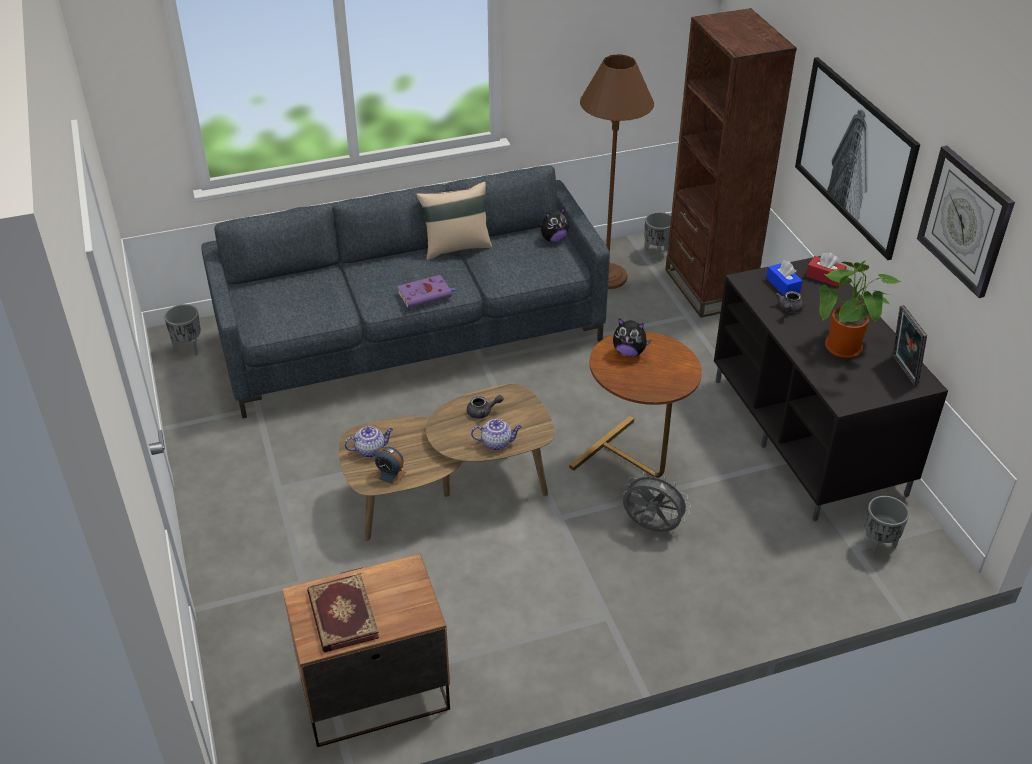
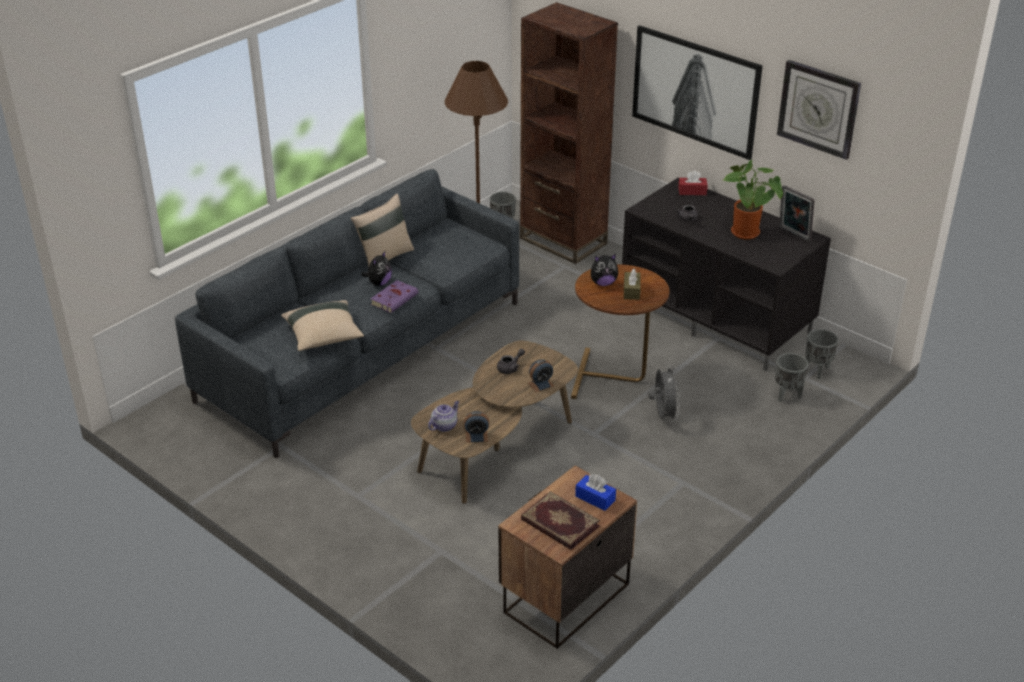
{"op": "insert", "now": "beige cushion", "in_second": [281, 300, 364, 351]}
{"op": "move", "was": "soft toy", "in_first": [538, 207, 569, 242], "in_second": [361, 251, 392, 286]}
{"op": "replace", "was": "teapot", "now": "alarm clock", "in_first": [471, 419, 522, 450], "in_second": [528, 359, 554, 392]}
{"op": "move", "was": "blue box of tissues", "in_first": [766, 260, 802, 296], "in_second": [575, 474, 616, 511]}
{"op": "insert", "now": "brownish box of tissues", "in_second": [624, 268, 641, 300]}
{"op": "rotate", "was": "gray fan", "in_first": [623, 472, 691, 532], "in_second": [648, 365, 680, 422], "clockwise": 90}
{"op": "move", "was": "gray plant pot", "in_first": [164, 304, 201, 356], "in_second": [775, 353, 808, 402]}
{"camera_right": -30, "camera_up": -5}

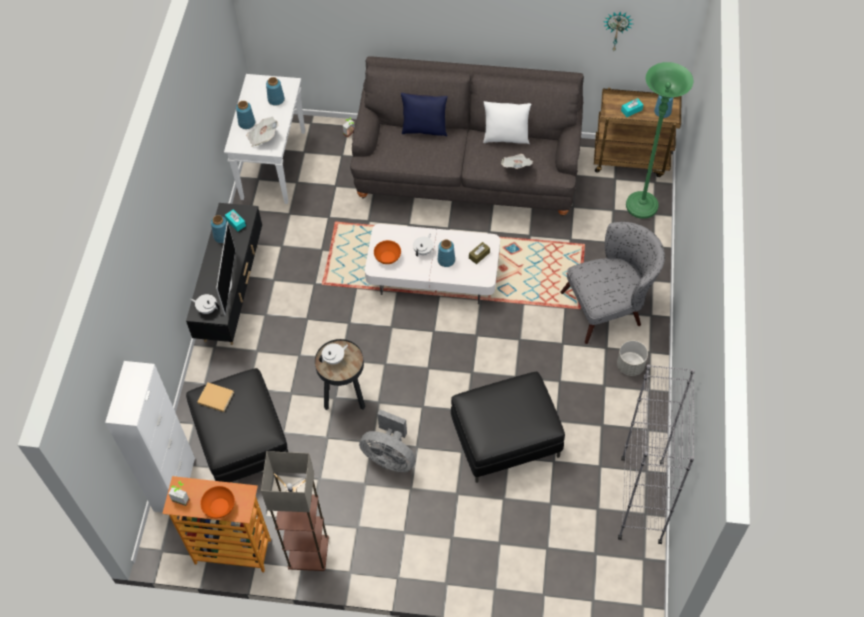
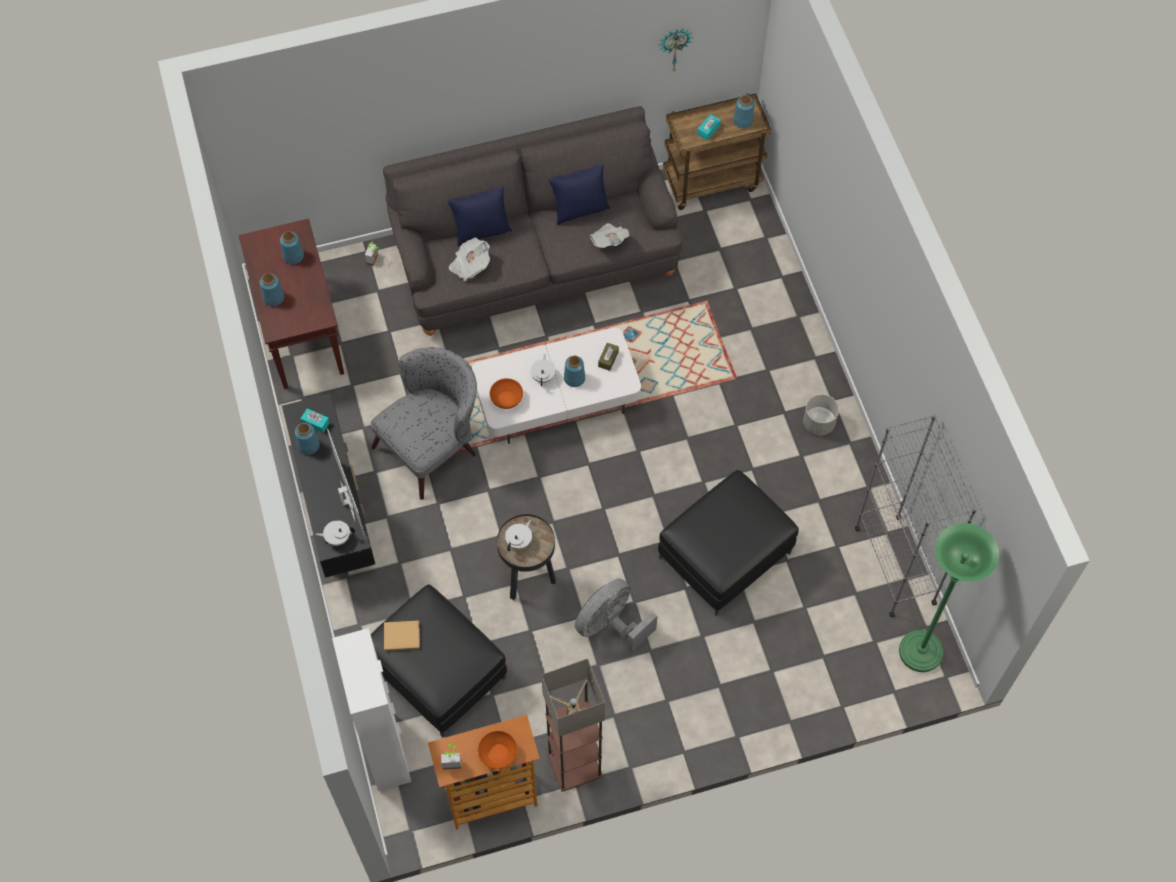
{"op": "recolor", "was": "white hall table", "now": "brownish hall table", "in_first": [224, 74, 305, 204], "in_second": [239, 219, 344, 389]}
{"op": "move", "was": "gray armchair", "in_first": [560, 222, 665, 344], "in_second": [370, 347, 477, 500]}
{"op": "move", "was": "daily paper", "in_first": [246, 117, 278, 147], "in_second": [449, 238, 490, 281]}
{"op": "recolor", "was": "white cushion", "now": "blue cushion", "in_first": [483, 101, 531, 144], "in_second": [548, 163, 610, 225]}
{"op": "rotate", "was": "gray fan", "in_first": [359, 410, 415, 472], "in_second": [575, 578, 657, 652], "clockwise": 135}
{"op": "move", "was": "greenish standard lamp", "in_first": [626, 62, 693, 219], "in_second": [899, 523, 999, 672]}
{"camera_right": -25, "camera_up": 5}

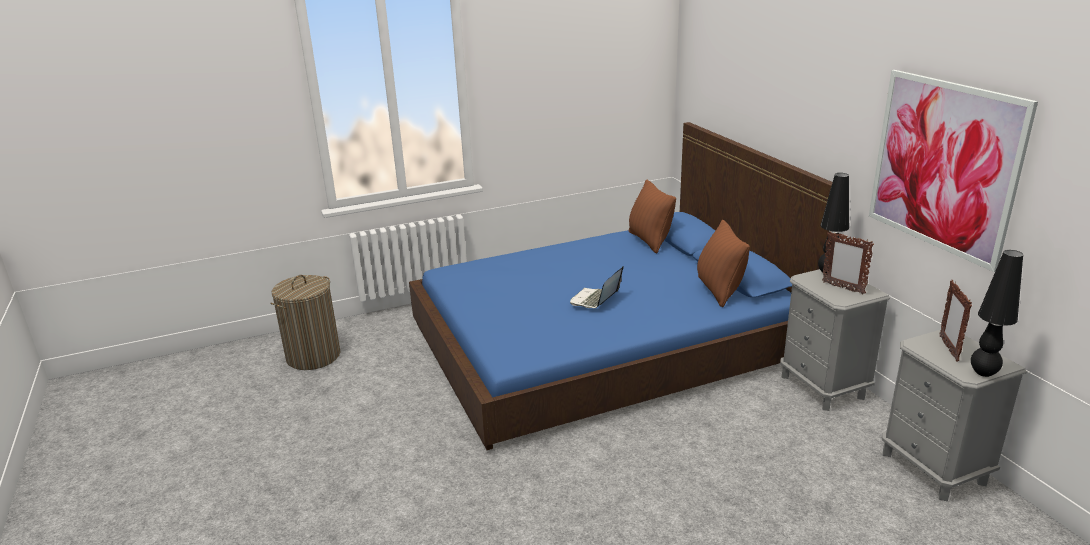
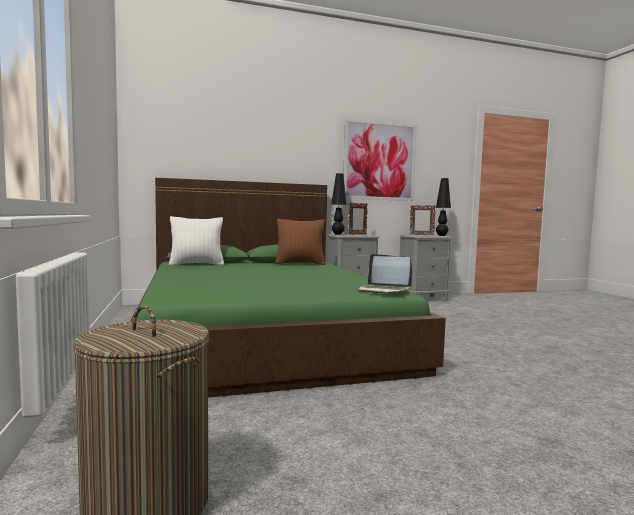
{"op": "recolor", "was": "blue bedroom bed", "now": "greenish bedroom bed", "in_first": [409, 122, 833, 450], "in_second": [131, 178, 446, 398]}
{"op": "recolor", "was": "brownish cushion", "now": "white cushion", "in_first": [628, 179, 676, 253], "in_second": [169, 216, 224, 265]}
{"op": "move", "was": "notebook computer", "in_first": [570, 266, 624, 308], "in_second": [357, 254, 412, 294]}
{"camera_right": -85, "camera_up": -20}

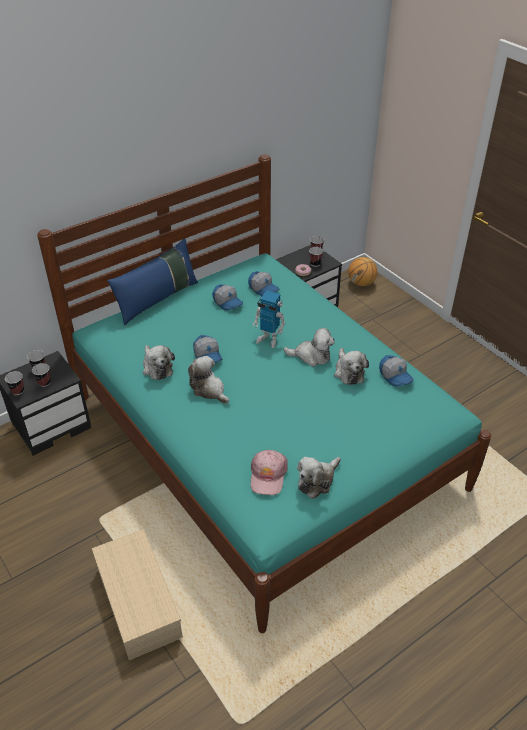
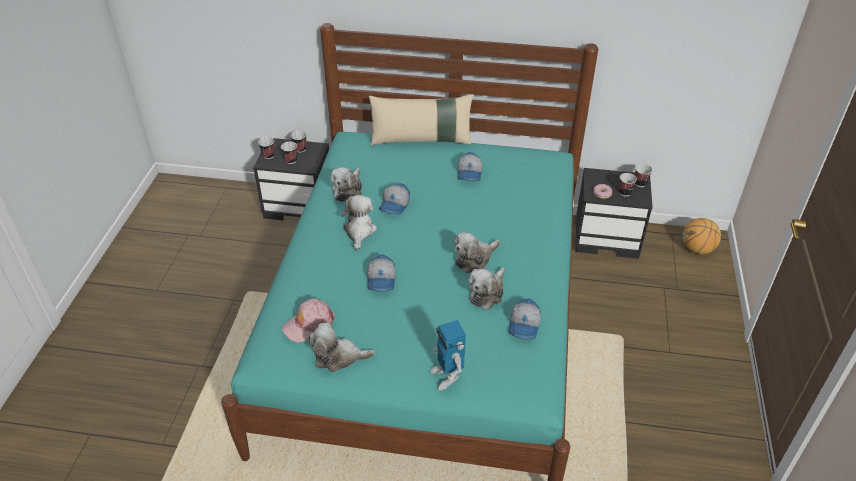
{"op": "move", "was": "cap", "in_first": [248, 271, 279, 296], "in_second": [367, 254, 396, 292]}
{"op": "recolor", "was": "blue cushion", "now": "beige cushion", "in_first": [107, 238, 198, 325], "in_second": [369, 94, 473, 146]}
{"op": "move", "was": "robot figure", "in_first": [253, 290, 286, 348], "in_second": [429, 320, 466, 390]}
{"op": "rotate", "was": "soft toy", "in_first": [283, 328, 335, 367], "in_second": [455, 232, 500, 273], "clockwise": 90}
{"op": "delete", "was": "beige storage container", "in_first": [92, 529, 183, 660]}
{"camera_right": 45, "camera_up": 0}

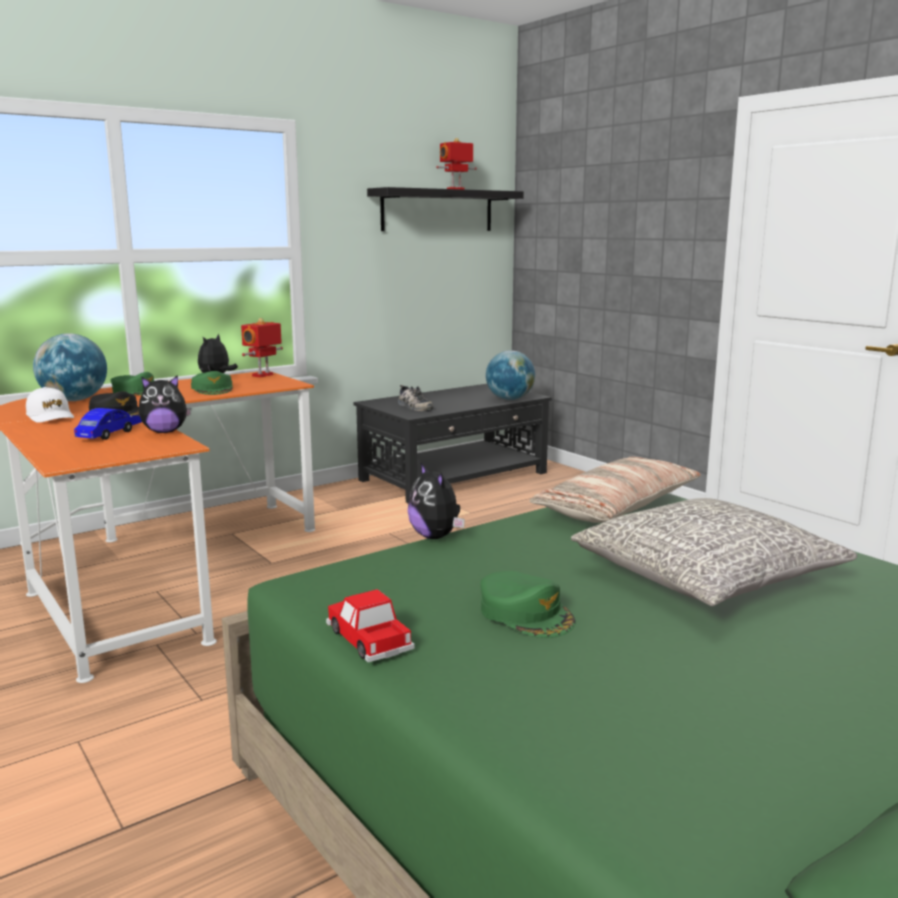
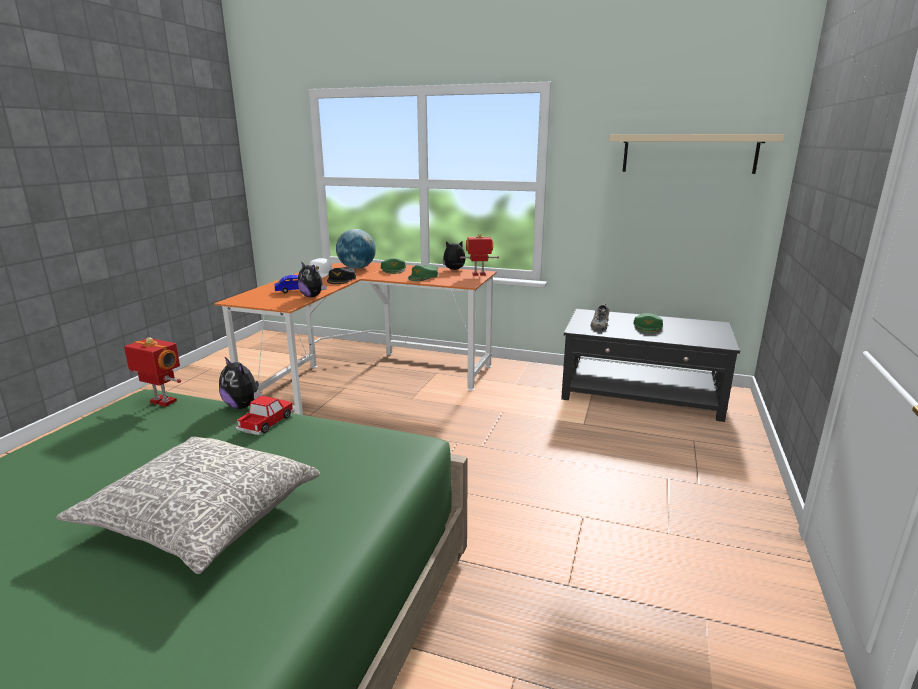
{"op": "move", "was": "robot figure", "in_first": [436, 138, 477, 189], "in_second": [124, 337, 181, 407]}
{"op": "rotate", "was": "soft toy", "in_first": [408, 463, 465, 539], "in_second": [219, 357, 262, 409], "clockwise": -75}
{"op": "move", "was": "toy car", "in_first": [326, 589, 415, 662], "in_second": [236, 396, 294, 435]}
{"op": "recolor", "was": "black-coloured wall shelf", "now": "beige wall shelf", "in_first": [367, 187, 524, 231], "in_second": [609, 134, 785, 174]}
{"op": "move", "was": "greenish cap", "in_first": [480, 571, 576, 638], "in_second": [633, 313, 663, 333]}
{"op": "delete", "was": "desk globe", "in_first": [486, 350, 535, 400]}
{"op": "delete", "was": "cushion", "in_first": [530, 457, 701, 523]}
{"camera_right": 55, "camera_up": 5}

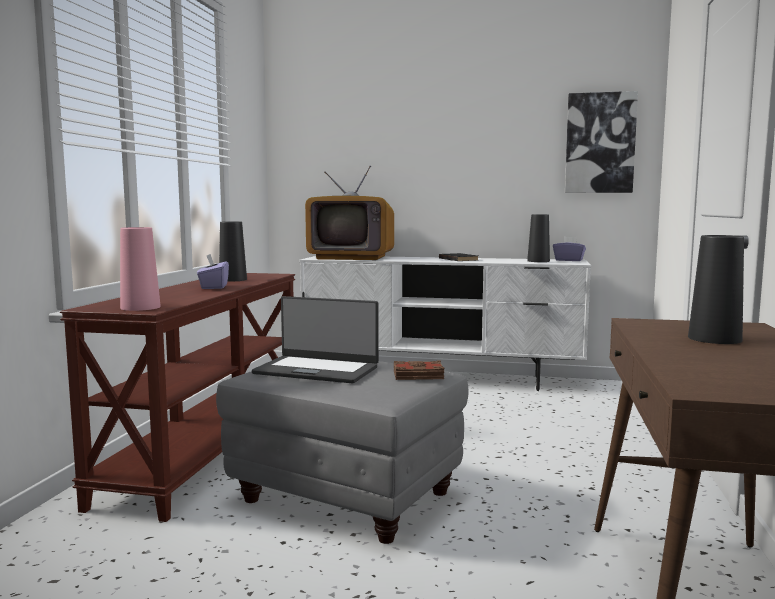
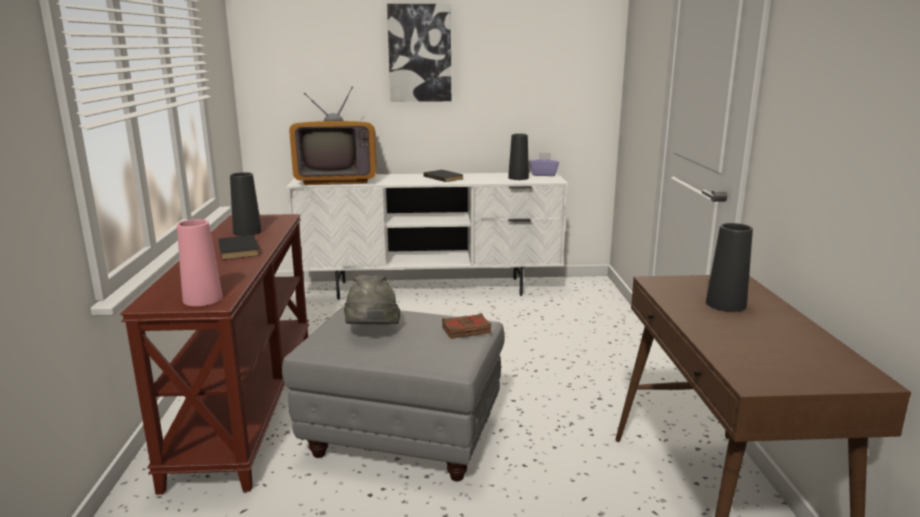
{"op": "replace", "was": "purplish box of tissues", "now": "black-coloured volume", "in_first": [197, 254, 229, 289], "in_second": [218, 235, 260, 260]}
{"op": "replace", "was": "notebook computer", "now": "gray wearable hat", "in_first": [252, 296, 379, 384], "in_second": [344, 275, 400, 324]}
{"op": "move", "was": "picture", "in_first": [565, 91, 638, 193], "in_second": [387, 4, 451, 102]}
{"camera_right": -15, "camera_up": 10}

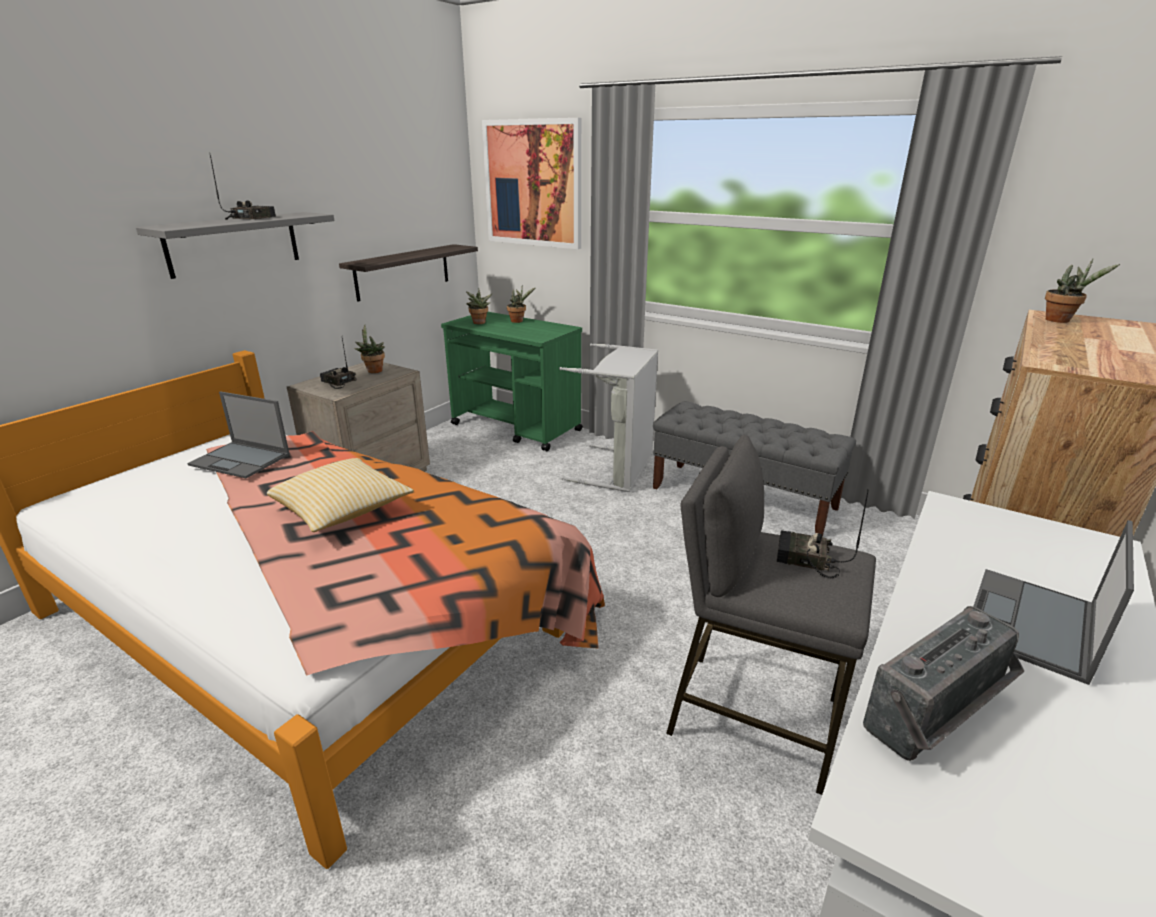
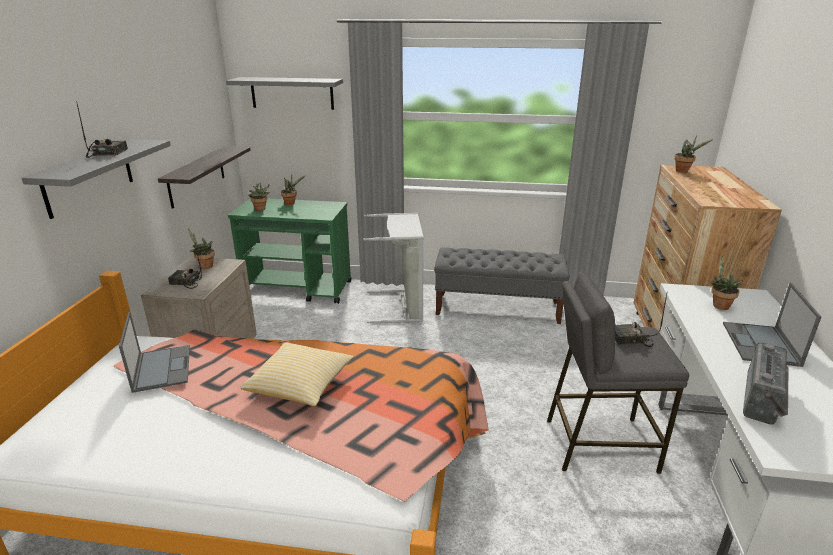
{"op": "rotate", "was": "notebook computer", "in_first": [187, 391, 290, 478], "in_second": [119, 312, 190, 393], "clockwise": -105}
{"op": "replace", "was": "picture", "now": "gray wall shelf", "in_first": [482, 118, 581, 249], "in_second": [226, 77, 343, 110]}
{"op": "insert", "now": "houseplant", "in_second": [709, 256, 743, 310]}
{"camera_right": -25, "camera_up": 0}

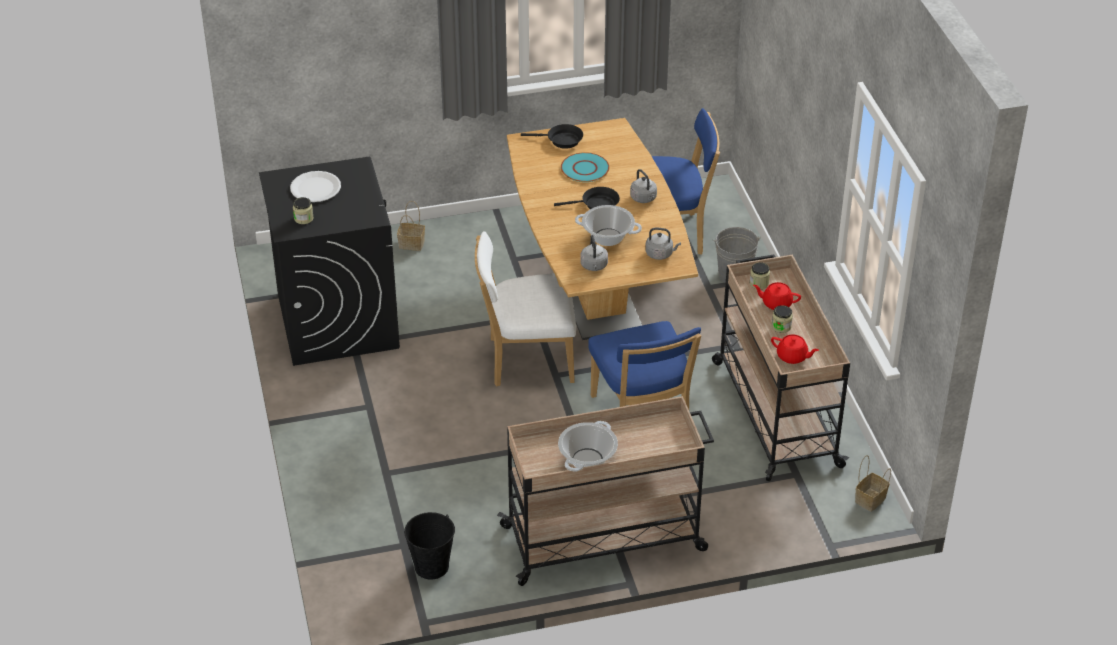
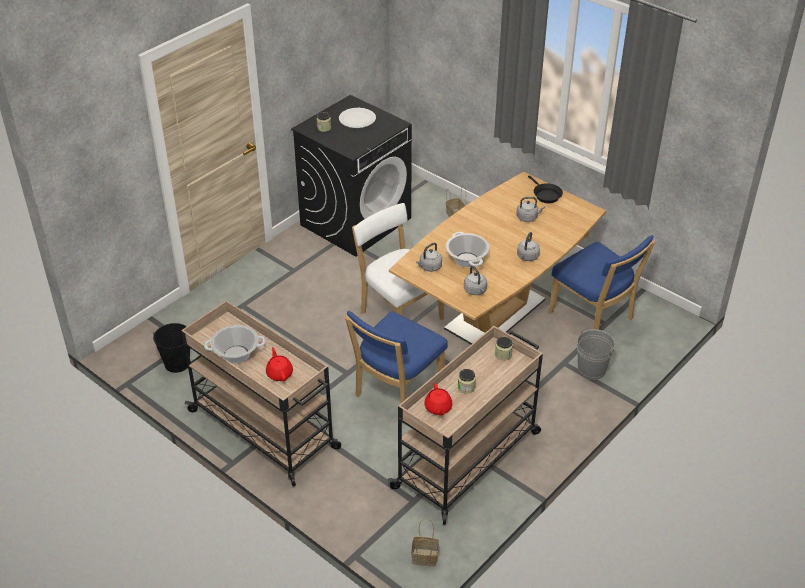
{"op": "move", "was": "reddish teapot", "in_first": [753, 282, 801, 310], "in_second": [266, 347, 293, 381]}
{"op": "replace", "was": "turquoise plate", "now": "gray kettle", "in_first": [561, 152, 609, 182], "in_second": [516, 197, 545, 222]}
{"op": "delete", "was": "black-coloured skillet", "in_first": [554, 187, 620, 209]}
{"camera_right": 55, "camera_up": 0}

